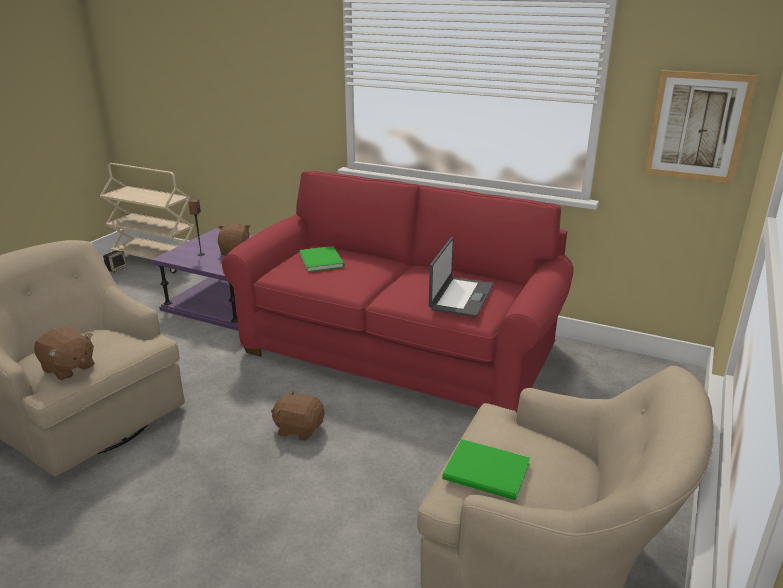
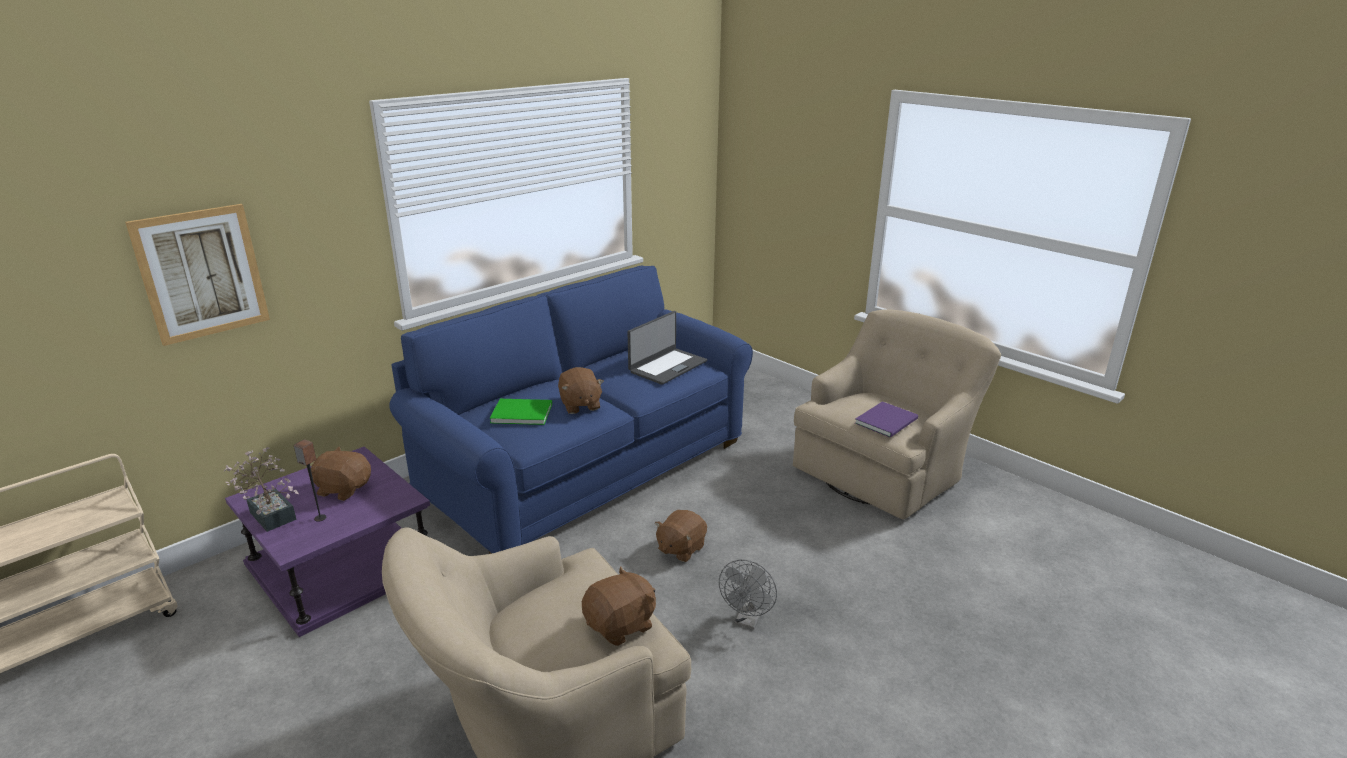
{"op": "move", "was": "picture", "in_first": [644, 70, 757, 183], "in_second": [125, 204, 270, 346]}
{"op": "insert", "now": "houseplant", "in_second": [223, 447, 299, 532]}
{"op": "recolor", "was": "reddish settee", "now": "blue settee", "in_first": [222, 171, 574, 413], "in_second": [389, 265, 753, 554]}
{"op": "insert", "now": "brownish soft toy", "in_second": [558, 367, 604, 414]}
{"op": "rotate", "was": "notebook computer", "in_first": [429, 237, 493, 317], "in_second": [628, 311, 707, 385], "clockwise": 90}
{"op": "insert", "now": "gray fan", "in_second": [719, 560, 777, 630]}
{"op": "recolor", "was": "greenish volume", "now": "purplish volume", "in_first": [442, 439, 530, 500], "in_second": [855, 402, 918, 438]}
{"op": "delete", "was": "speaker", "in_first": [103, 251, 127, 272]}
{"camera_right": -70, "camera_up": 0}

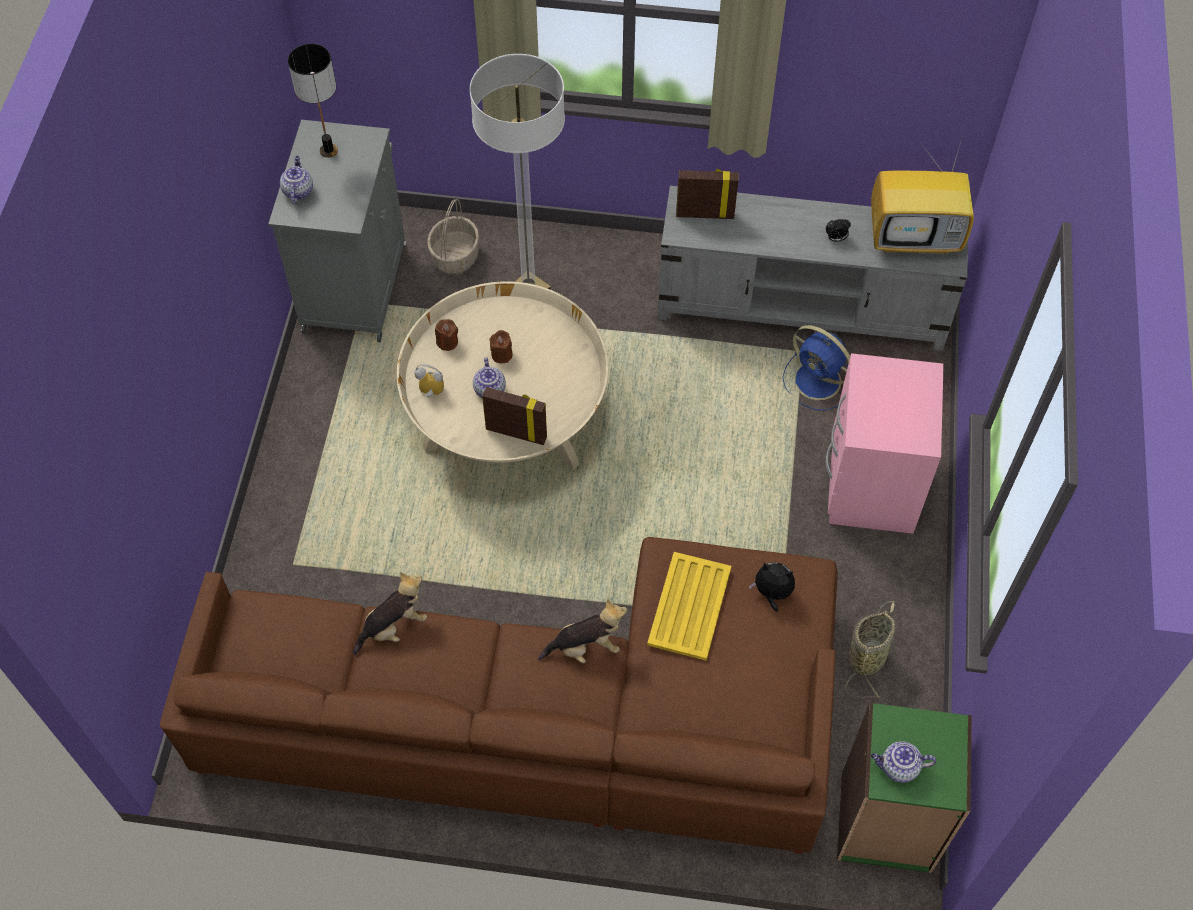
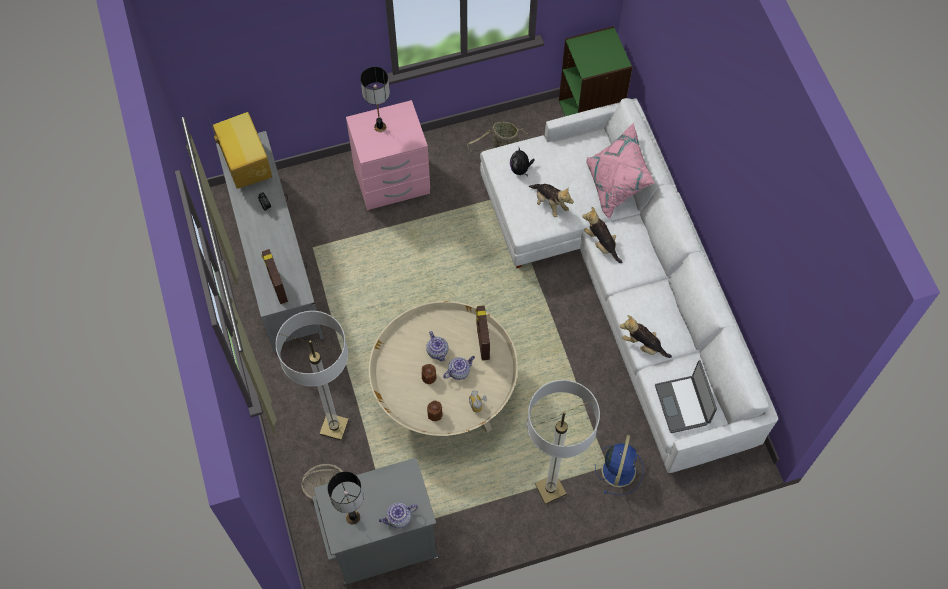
{"op": "insert", "now": "tabletop lamp", "in_second": [360, 67, 390, 132]}
{"op": "move", "was": "teapot", "in_first": [871, 741, 936, 783], "in_second": [426, 331, 449, 361]}
{"op": "recolor", "was": "brownish settee", "now": "white settee", "in_first": [160, 537, 838, 854], "in_second": [480, 98, 778, 473]}
{"op": "insert", "now": "standard lamp", "in_second": [527, 380, 600, 504]}
{"op": "replace", "was": "yellowish carrying tray", "now": "soft toy", "in_first": [647, 552, 731, 661], "in_second": [529, 184, 574, 217]}
{"op": "insert", "now": "pinkish cushion", "in_second": [586, 122, 654, 219]}
{"op": "move", "was": "blue fan", "in_first": [782, 325, 850, 410], "in_second": [595, 435, 644, 495]}
{"op": "insert", "now": "notebook computer", "in_second": [655, 360, 717, 433]}
{"camera_right": -115, "camera_up": 5}

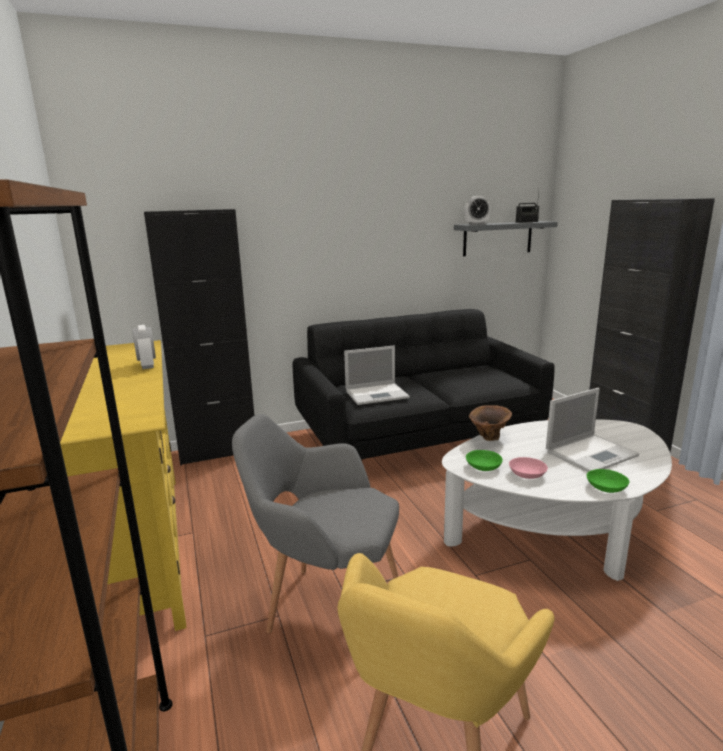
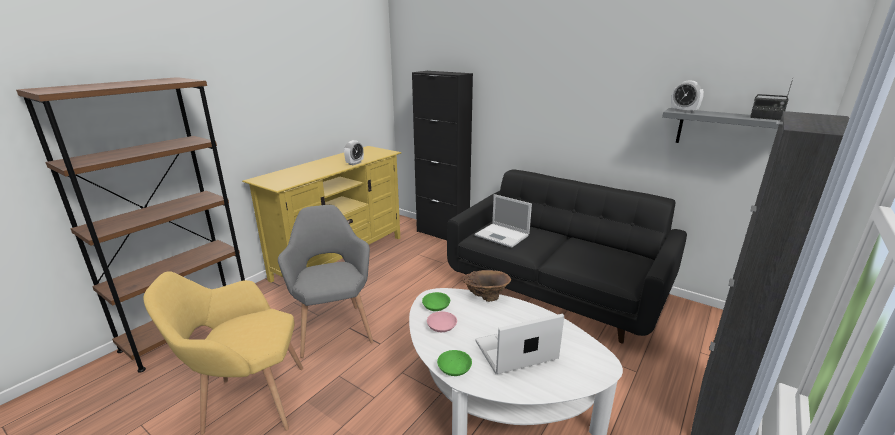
{"op": "rotate", "was": "notebook computer", "in_first": [546, 388, 639, 472], "in_second": [475, 314, 564, 374], "clockwise": 135}
{"camera_right": 55, "camera_up": 5}

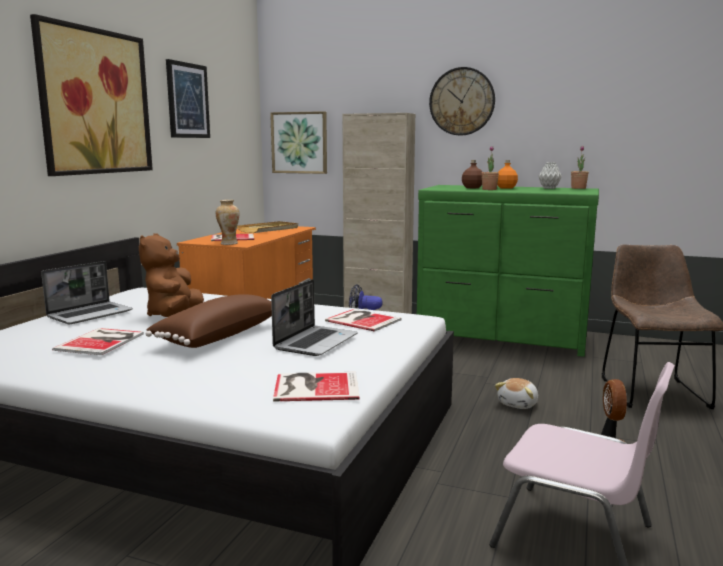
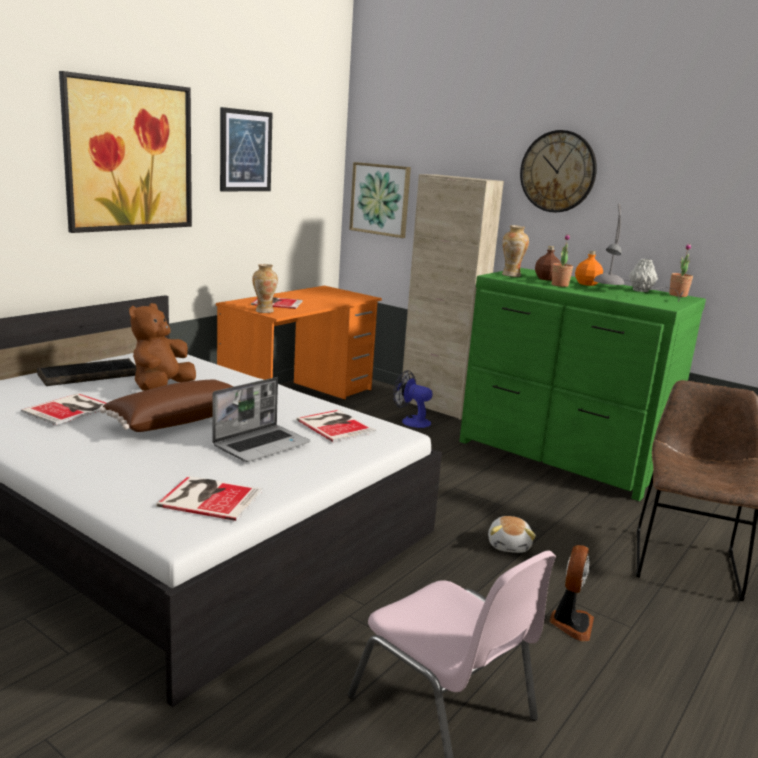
{"op": "replace", "was": "notebook computer", "now": "keyboard", "in_first": [41, 261, 133, 325], "in_second": [37, 358, 137, 386]}
{"op": "rotate", "was": "soft toy", "in_first": [495, 378, 538, 409], "in_second": [488, 516, 536, 553], "clockwise": -45}
{"op": "insert", "now": "flower vase", "in_second": [502, 225, 529, 277]}
{"op": "insert", "now": "gray tabletop lamp", "in_second": [593, 203, 683, 302]}
{"op": "delete", "was": "beige carrying tray", "in_first": [237, 221, 298, 233]}
{"camera_right": 15, "camera_up": 5}

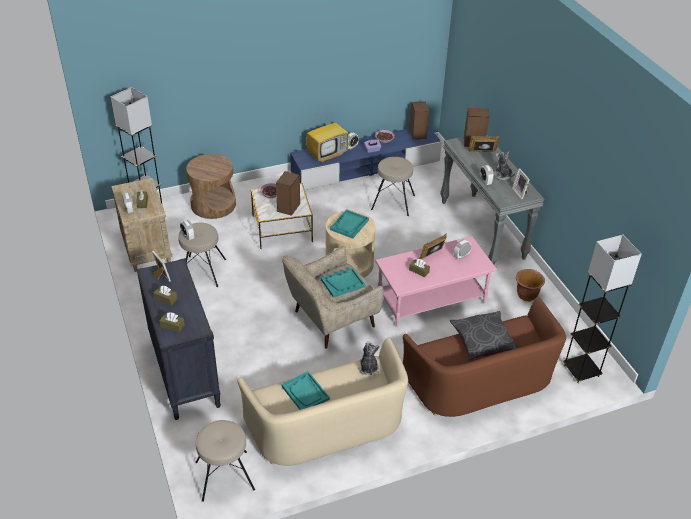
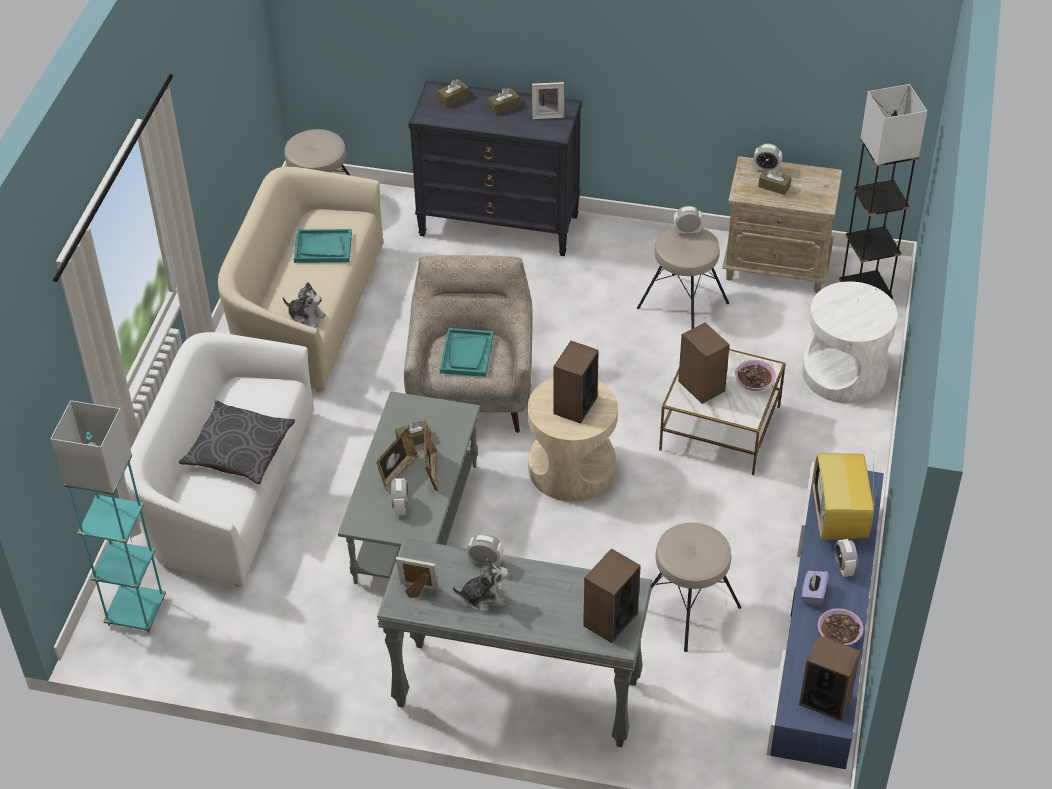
{"op": "recolor", "was": "gray standard lamp", "now": "turquoise standard lamp", "in_first": [563, 235, 642, 383], "in_second": [50, 400, 166, 633]}
{"op": "recolor", "was": "brownish settee", "now": "white settee", "in_first": [403, 297, 566, 417], "in_second": [124, 332, 314, 587]}
{"op": "recolor", "was": "pinkish lounge table", "now": "gray lounge table", "in_first": [375, 236, 497, 327], "in_second": [338, 391, 480, 584]}
{"op": "move", "was": "photo frame", "in_first": [468, 136, 499, 152], "in_second": [376, 428, 419, 492]}
{"op": "replace", "was": "turquoise carrying tray", "now": "speaker", "in_first": [330, 209, 369, 239], "in_second": [553, 341, 599, 424]}
{"op": "recolor", "was": "brownish accent table", "now": "white accent table", "in_first": [186, 154, 236, 219], "in_second": [802, 281, 898, 404]}
{"op": "delete", "was": "brownish plant pot", "in_first": [516, 269, 545, 301]}
{"camera_right": 125, "camera_up": 5}

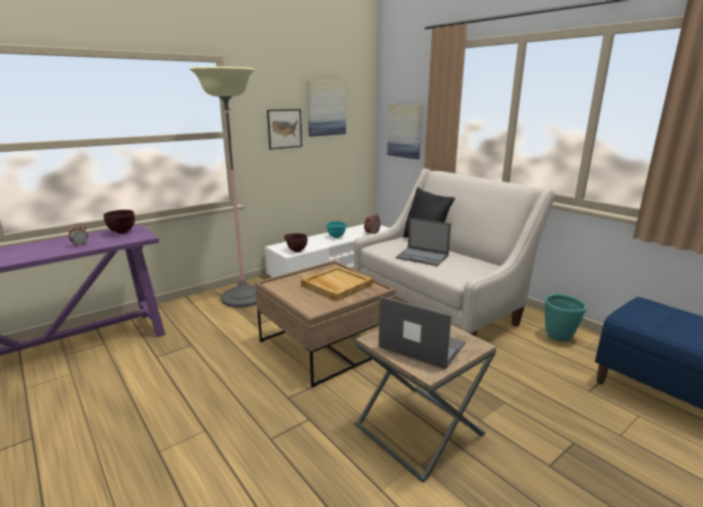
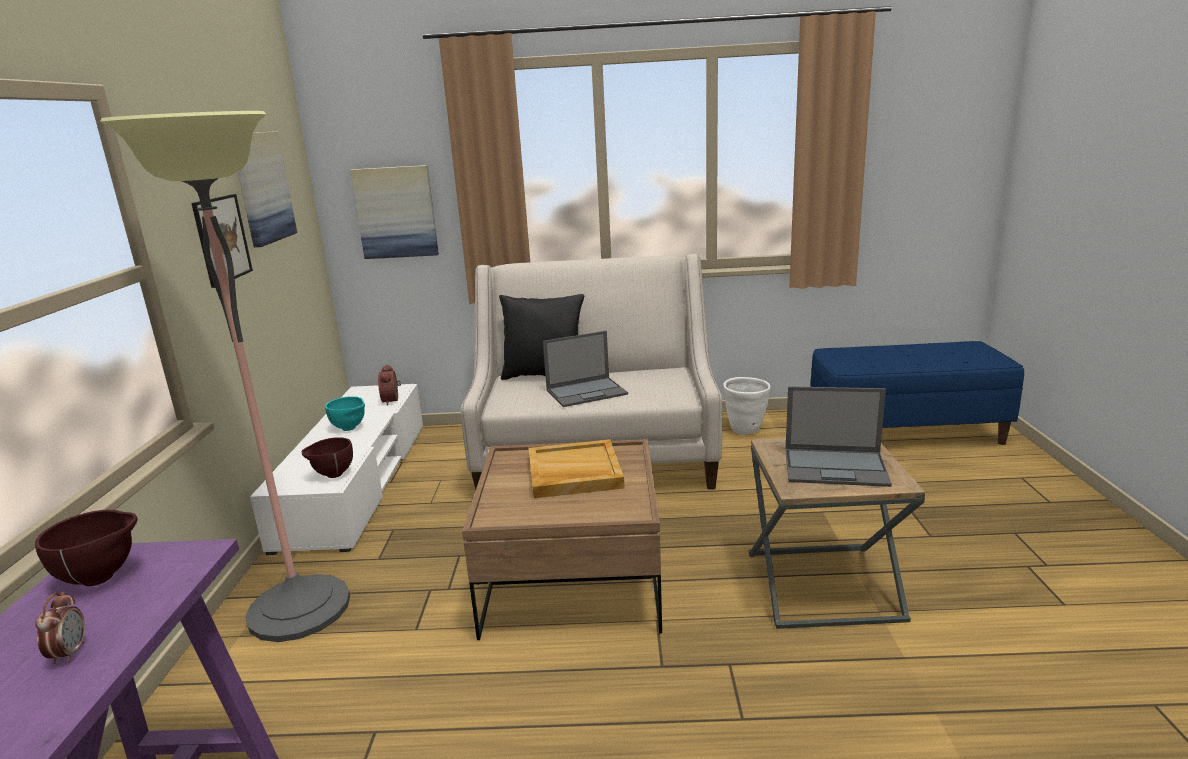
{"op": "recolor", "was": "turquoise plant pot", "now": "white plant pot", "in_first": [545, 294, 587, 342], "in_second": [723, 377, 771, 435]}
{"op": "rotate", "was": "notebook computer", "in_first": [378, 296, 465, 369], "in_second": [785, 386, 892, 487], "clockwise": -150}
{"camera_right": -50, "camera_up": 0}

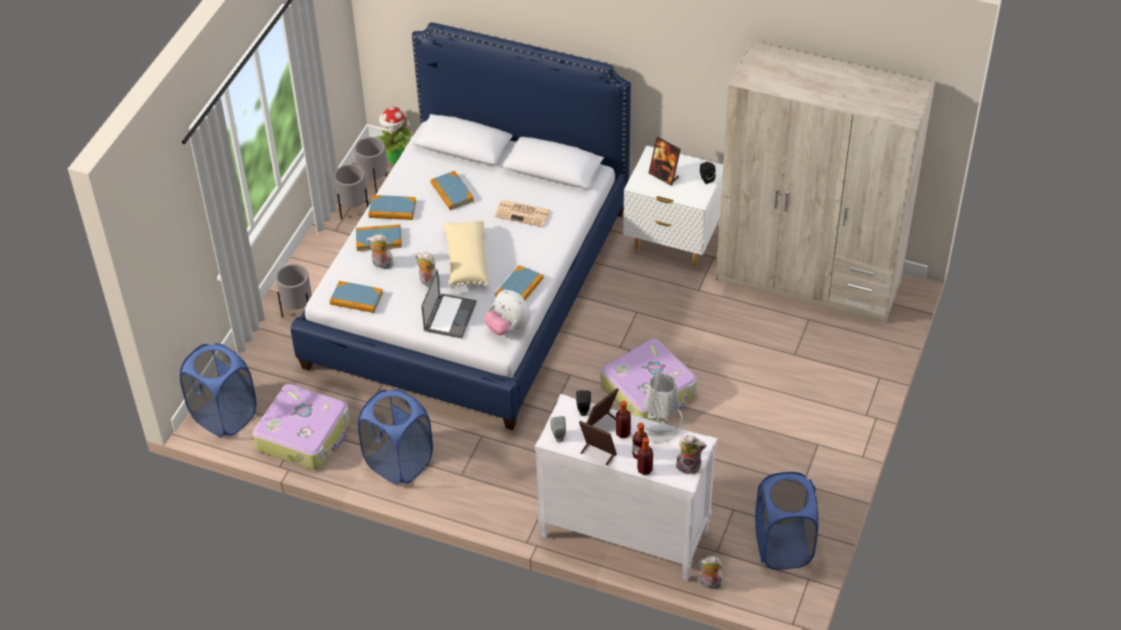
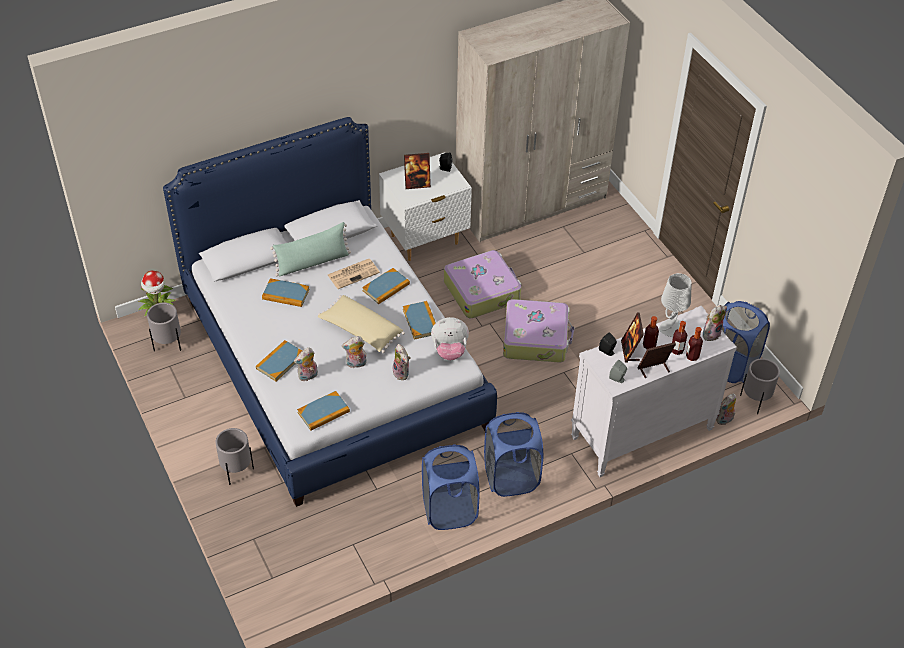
{"op": "insert", "now": "greenish cushion", "in_second": [270, 222, 351, 277]}
{"op": "move", "was": "volume", "in_first": [368, 195, 416, 220], "in_second": [362, 268, 410, 304]}
{"op": "replace", "was": "notebook computer", "now": "soft toy", "in_first": [421, 269, 477, 338], "in_second": [393, 344, 410, 380]}
{"op": "move", "was": "travel case", "in_first": [253, 384, 350, 470], "in_second": [444, 250, 522, 318]}
{"op": "move", "was": "blue washing basket", "in_first": [180, 343, 256, 437], "in_second": [484, 412, 543, 497]}
{"op": "move", "was": "gray plant pot", "in_first": [334, 164, 368, 219], "in_second": [740, 358, 780, 414]}
{"camera_right": -50, "camera_up": 0}

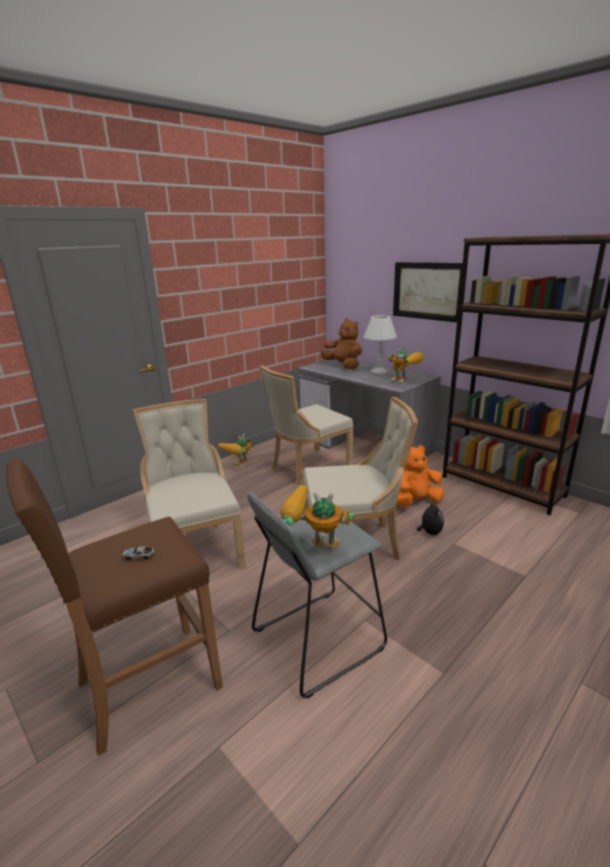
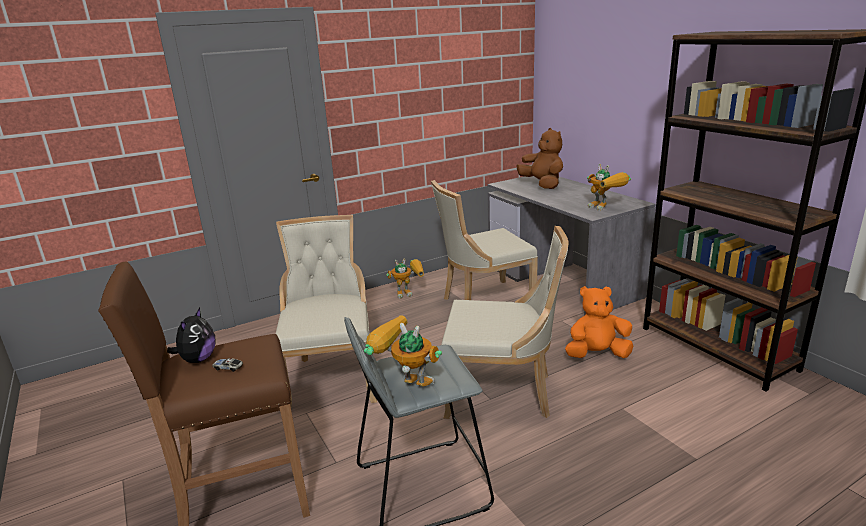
{"op": "move", "was": "soft toy", "in_first": [417, 502, 444, 535], "in_second": [167, 308, 215, 363]}
{"op": "rotate", "was": "robot figure", "in_first": [218, 433, 252, 466], "in_second": [386, 258, 424, 299], "clockwise": -150}
{"op": "delete", "was": "white tabletop lamp", "in_first": [364, 315, 397, 375]}
{"op": "delete", "was": "picture", "in_first": [393, 262, 463, 322]}
{"camera_right": 15, "camera_up": 0}

